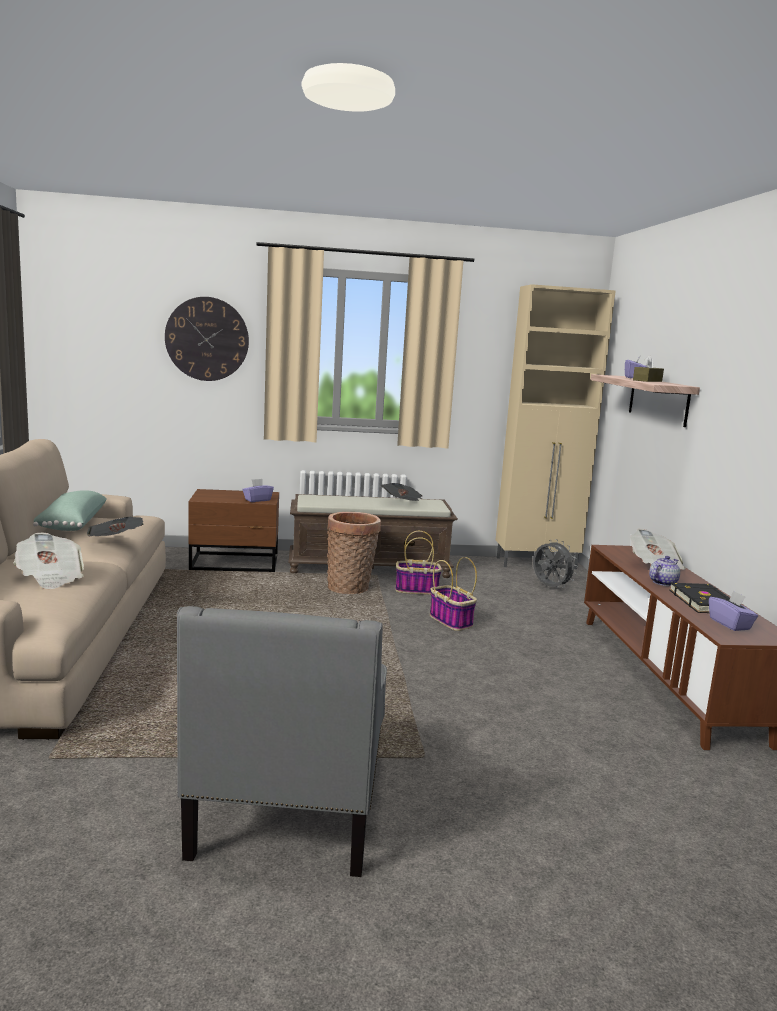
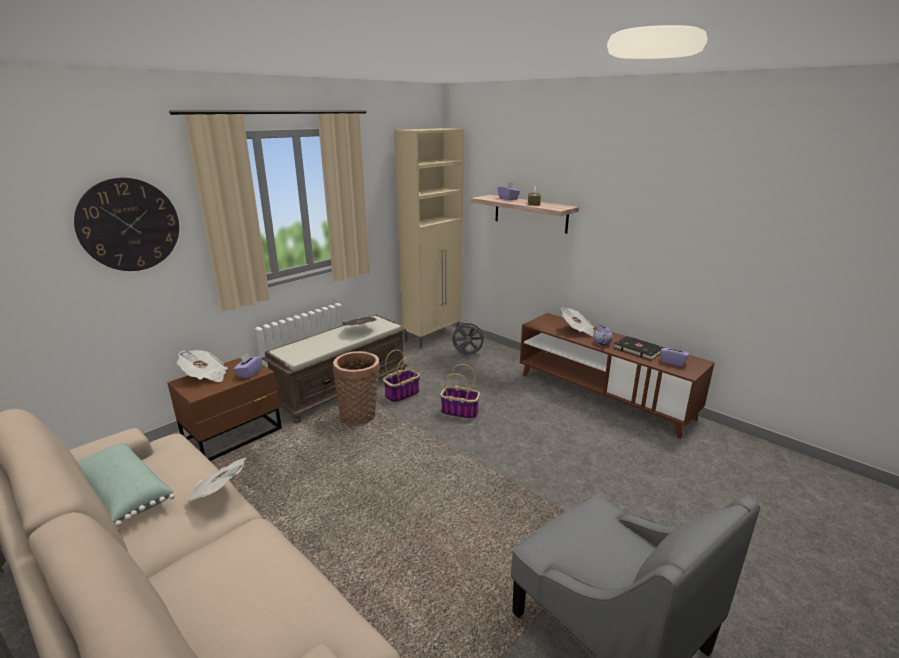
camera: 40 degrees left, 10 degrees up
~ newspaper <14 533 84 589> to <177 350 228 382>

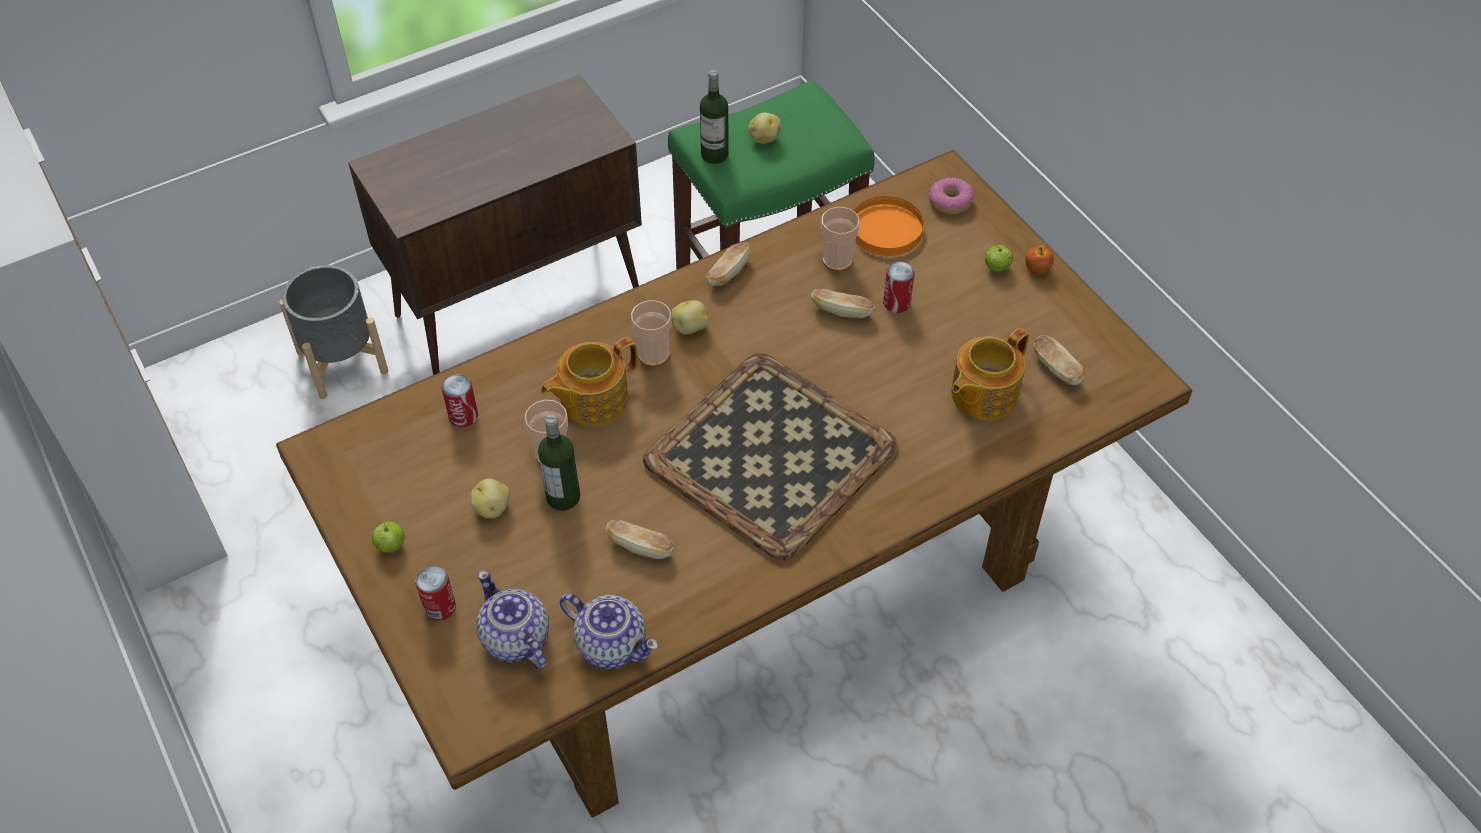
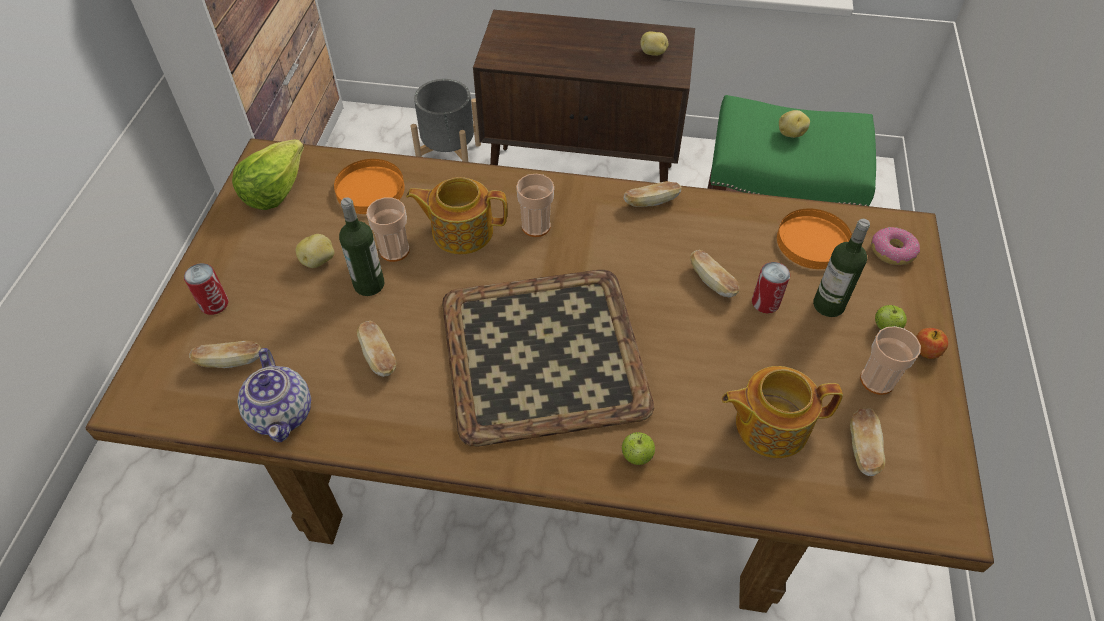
camera: 40 degrees right, 0 degrees up
~ beverage bottle <700 70 729 164> to <813 219 870 317>
~ small cup <821 207 860 272> to <860 326 921 395>
~ potato <671 300 709 335> to <640 32 668 56>
~ can <442 374 478 427> to orangey plate <334 159 405 214>
~ apple fruit <372 522 405 553> to <622 432 655 465>
~ pot for tea <477 570 549 669> to bakery bread <189 341 261 368>
+ lettuce <232 139 304 210>

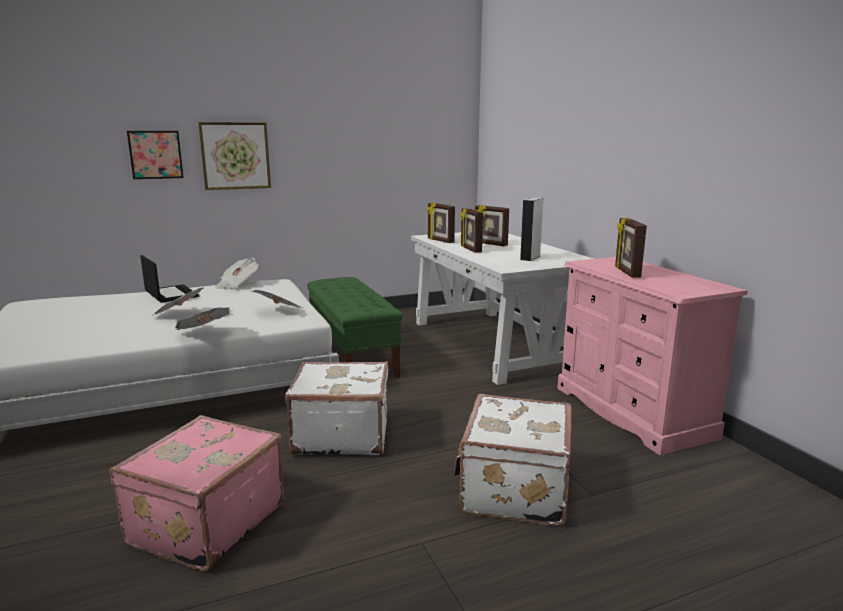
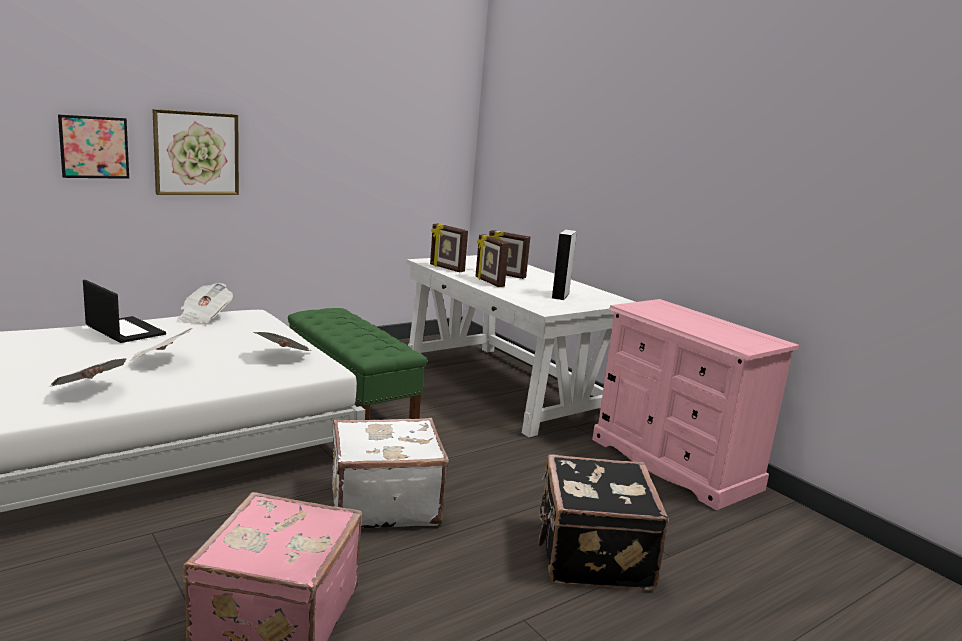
camera: 15 degrees left, 0 degrees up
- standing frame <615 218 647 278>
~ newspaper <175 308 230 330> to <51 359 126 386>
~ white-coloured piece of luggage <454 394 572 526> to blackish piece of luggage <538 454 669 591>

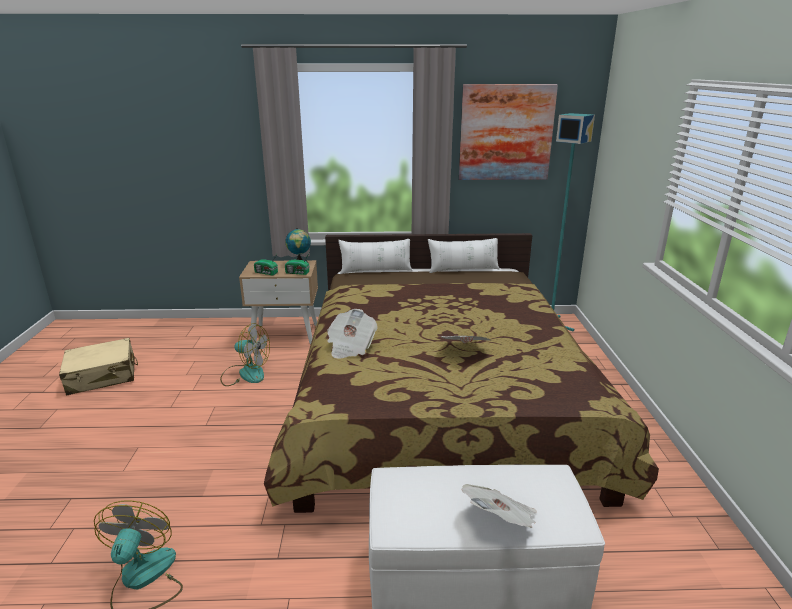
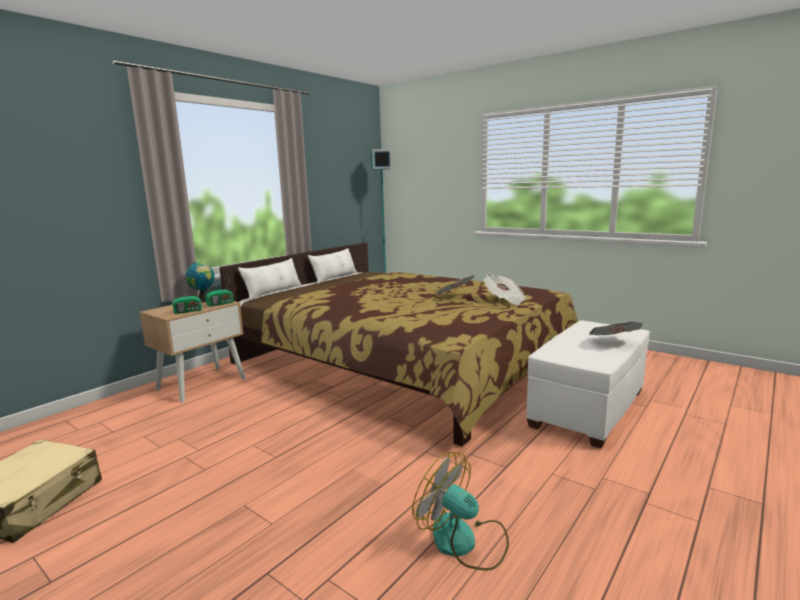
camera: 50 degrees left, 10 degrees down
- wall picture <459 84 558 180>
~ newspaper <327 309 377 359> to <483 273 527 305>
- electric fan <220 323 270 386>

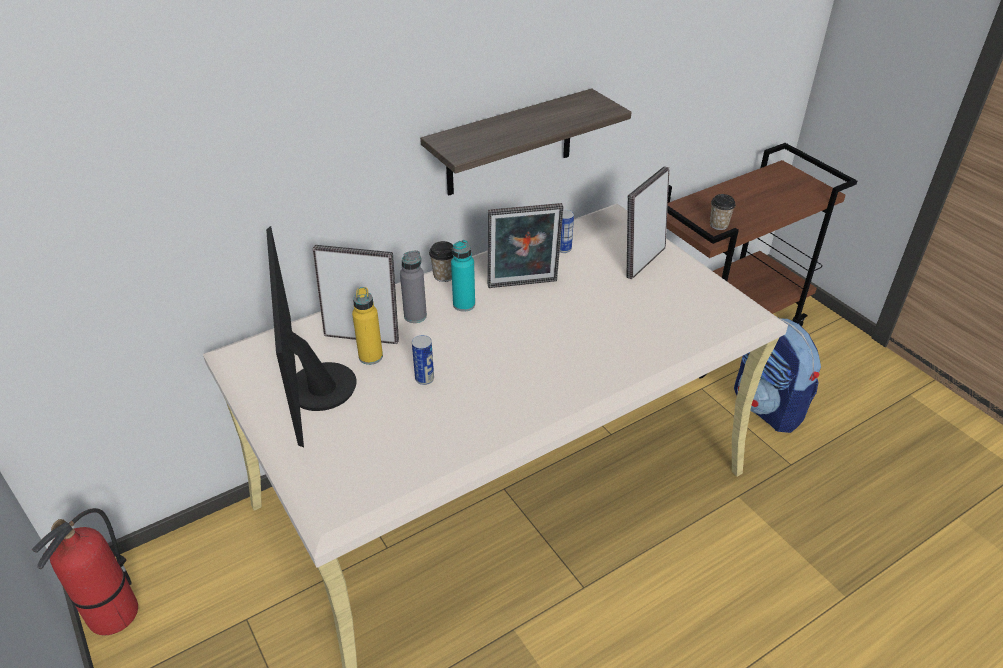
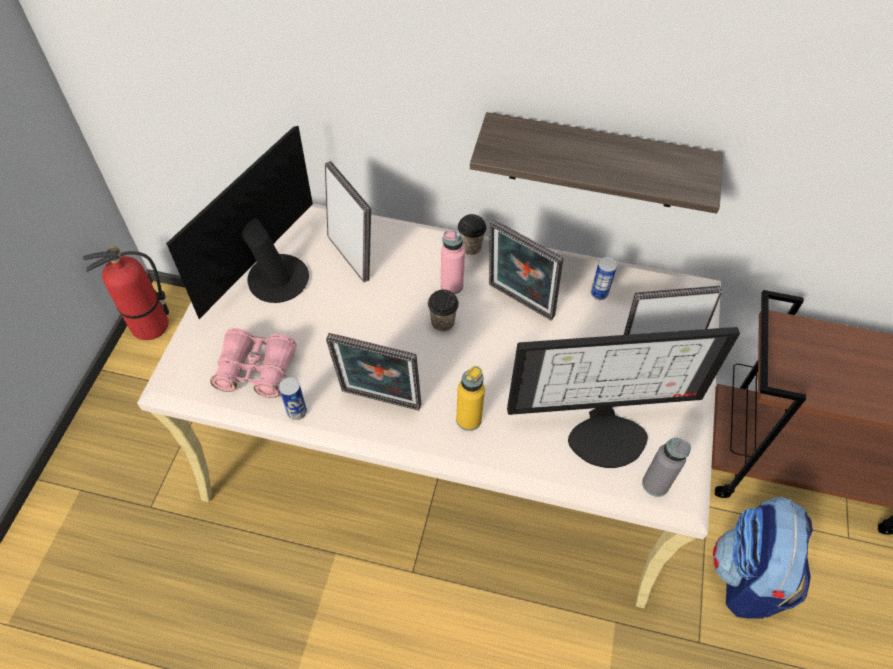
camera: 45 degrees right, 15 degrees up
~ small cup <710 194 736 230> to <428 289 459 331>
~ turquoise beverage bottle <451 240 475 312> to pink-coloured beverage bottle <441 231 465 294>
~ grey beverage bottle <400 250 427 323> to <642 438 691 497>
~ yellowish beverage bottle <352 287 383 365> to <456 366 485 431>
~ can <412 335 434 385> to <279 377 307 420>
+ monitor <507 327 740 468>
+ pink-coloured field glasses <210 328 297 398>
+ standing frame <326 333 421 411>

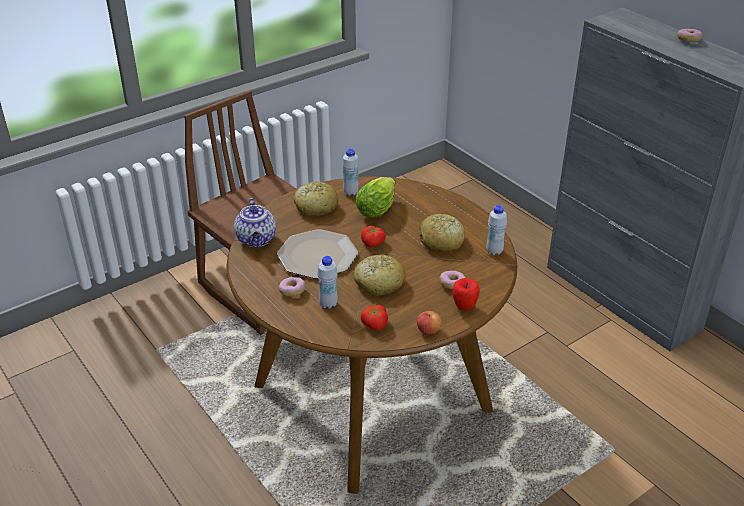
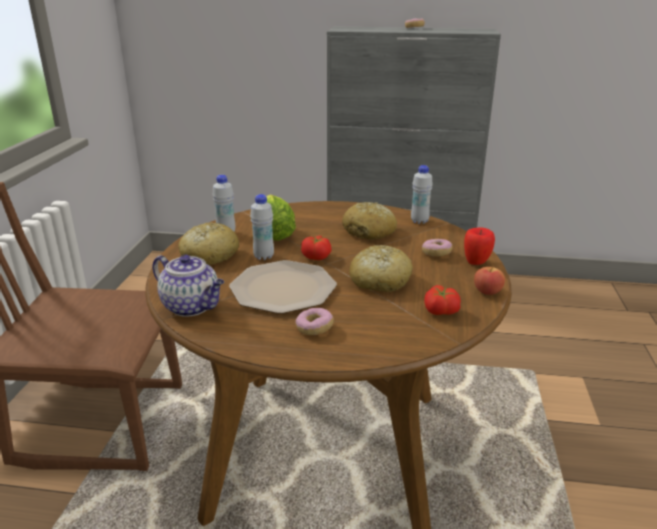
camera: 45 degrees left, 10 degrees down
~ white-coloured beverage bottle <317 256 338 309> to <250 194 274 260>

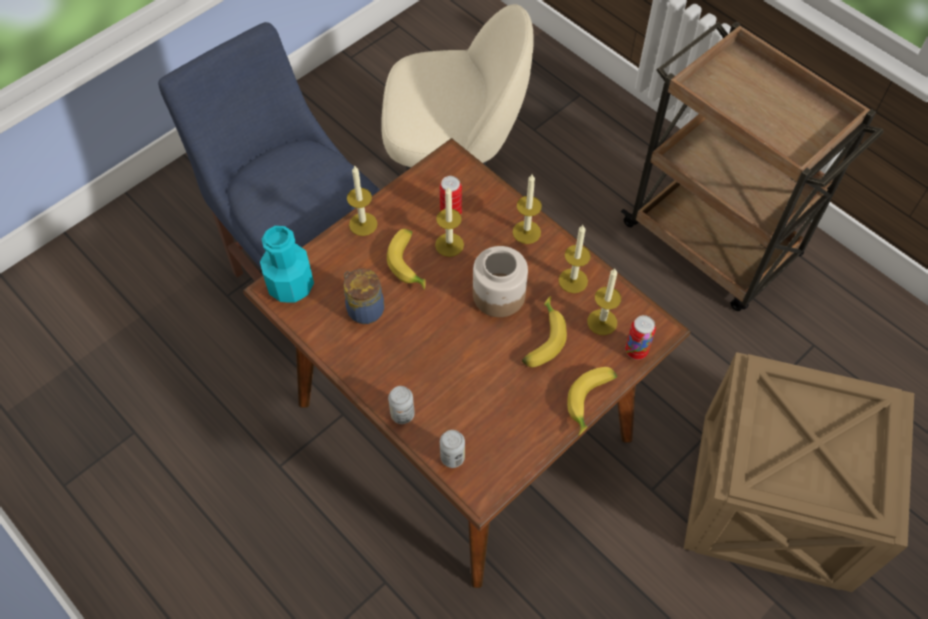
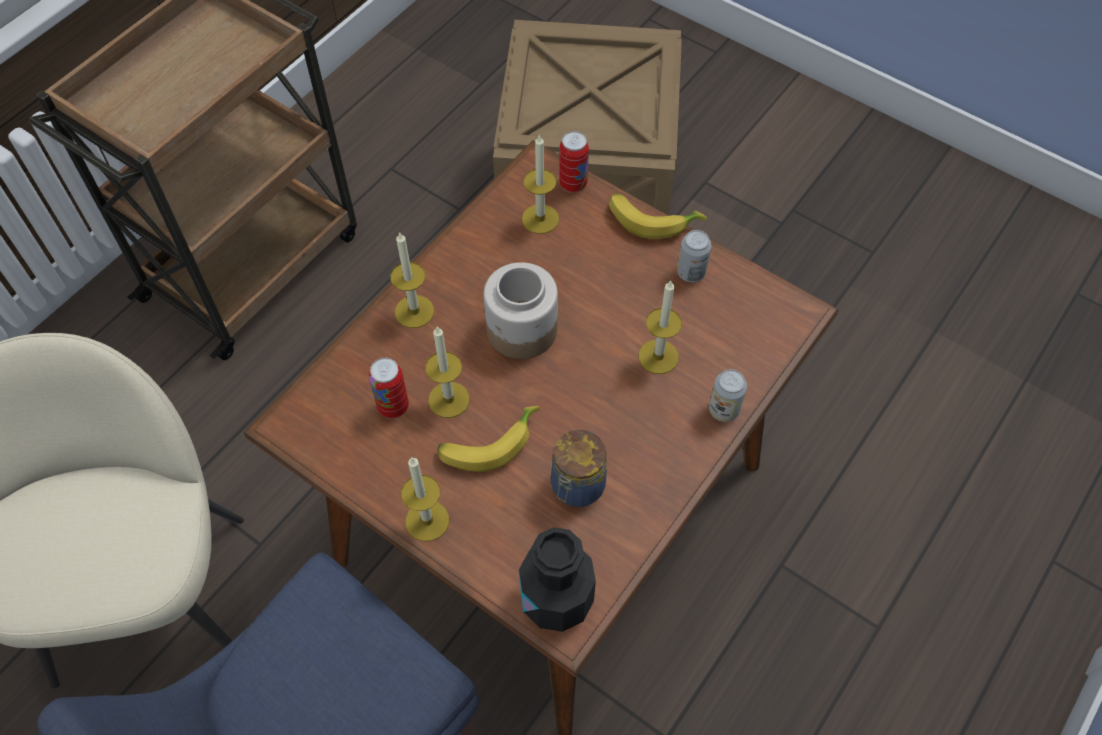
camera: 100 degrees left, 0 degrees up
~ candle <558 225 591 293> to <639 280 682 374>
~ turquoise beverage bottle <260 226 314 303> to blackish beverage bottle <519 527 596 632>
- banana fruit <522 296 567 367>
~ can <440 430 465 468> to <677 230 711 282>

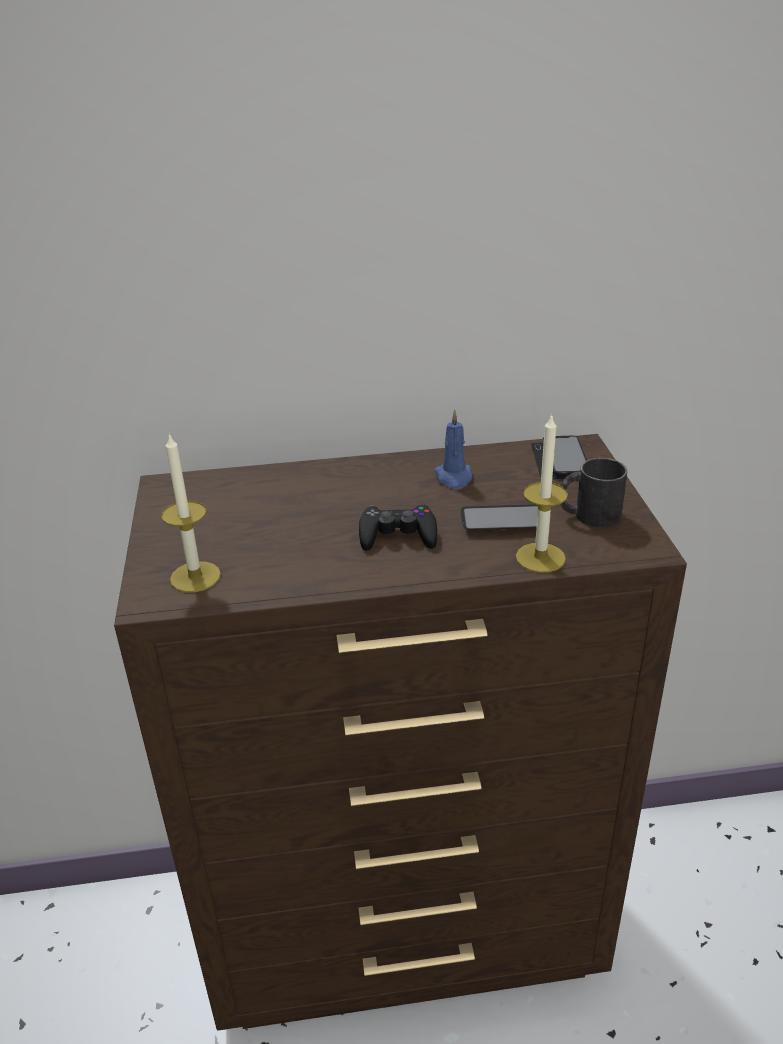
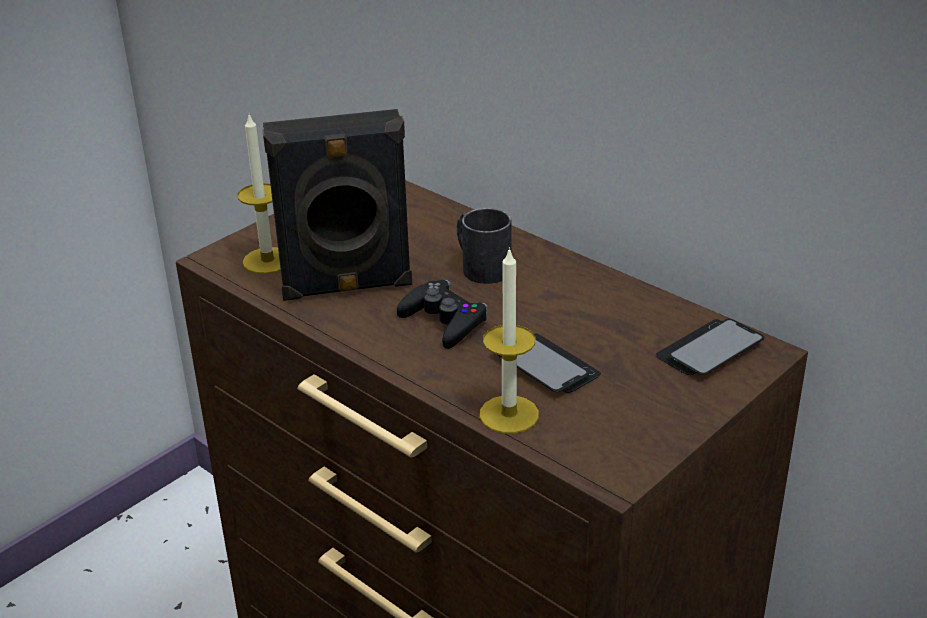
camera: 50 degrees right, 0 degrees up
- blue candle <434 410 472 489>
~ blackish mug <560 458 627 528> to <457 208 511 284>
+ blackish speaker <262 109 412 301>

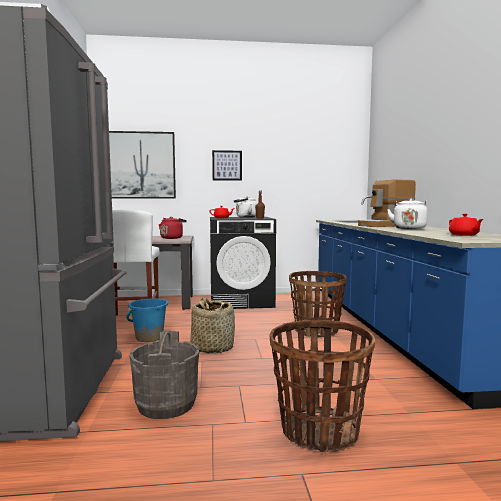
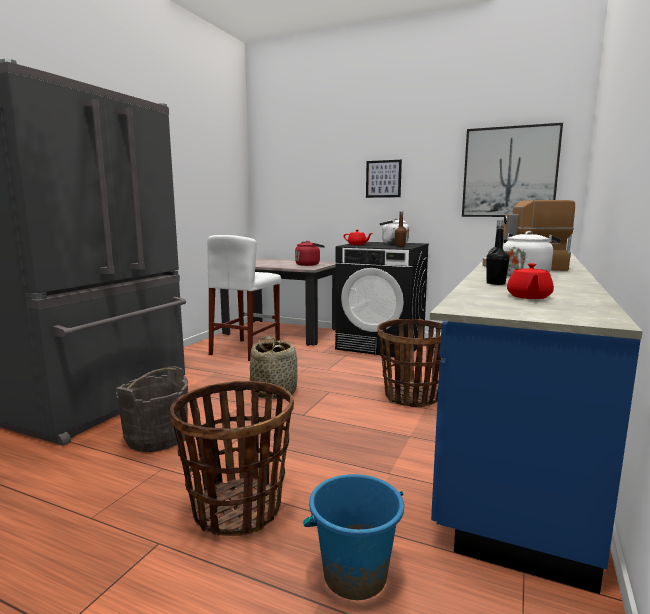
camera: 30 degrees right, 5 degrees up
~ wall picture <109 131 176 199> to <462 123 563 217>
~ blue pail <126 299 168 342> to <303 474 404 600>
+ blackish beverage bottle <486 220 510 285>

